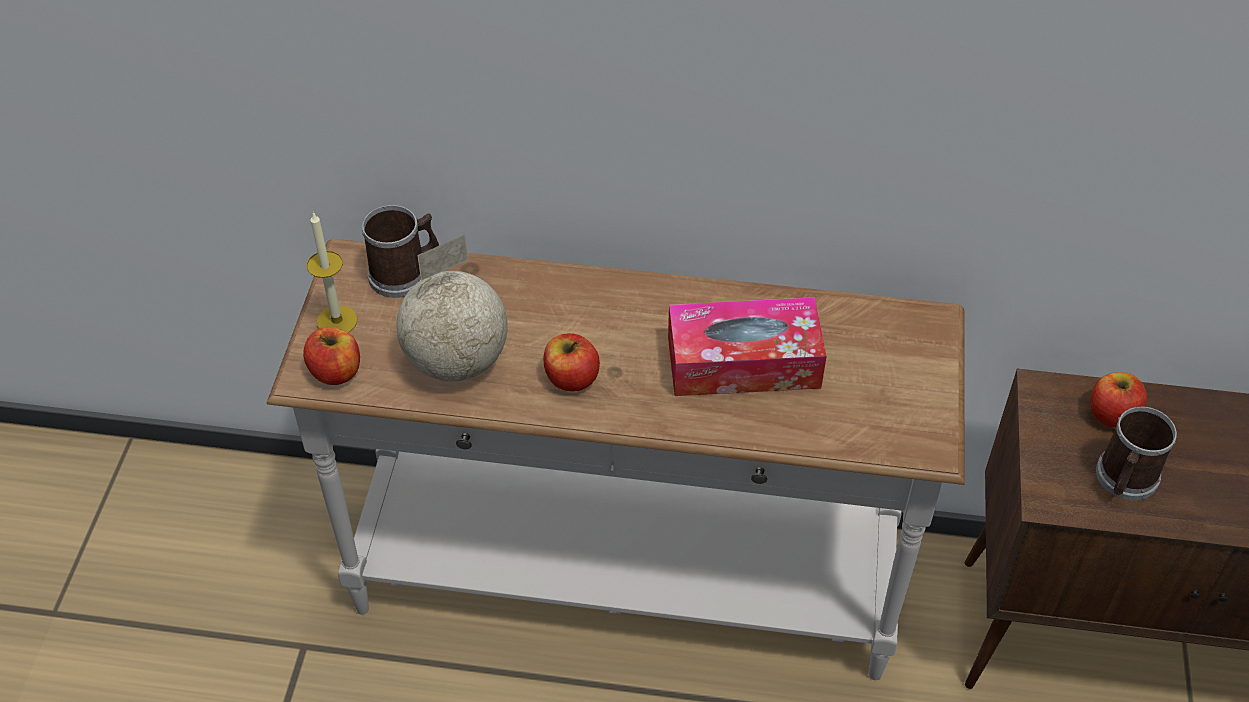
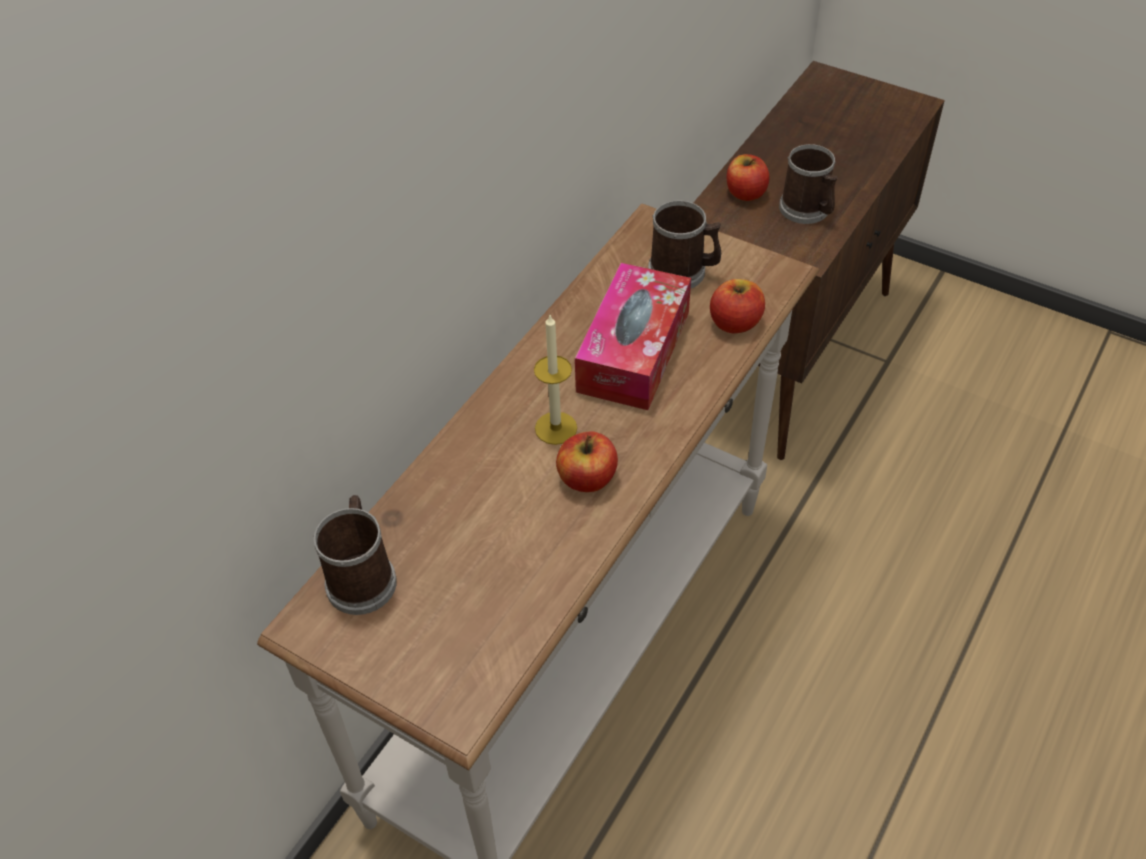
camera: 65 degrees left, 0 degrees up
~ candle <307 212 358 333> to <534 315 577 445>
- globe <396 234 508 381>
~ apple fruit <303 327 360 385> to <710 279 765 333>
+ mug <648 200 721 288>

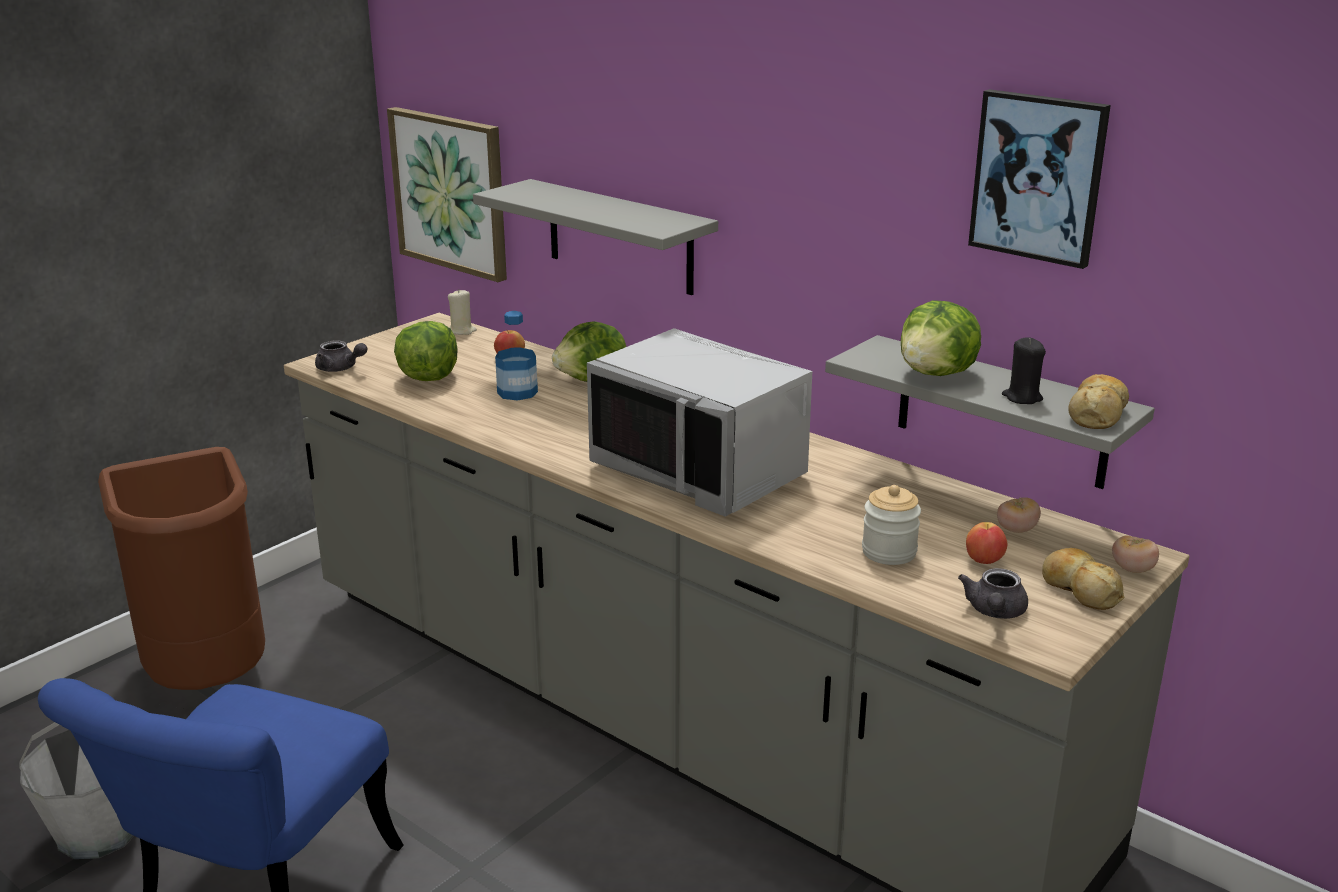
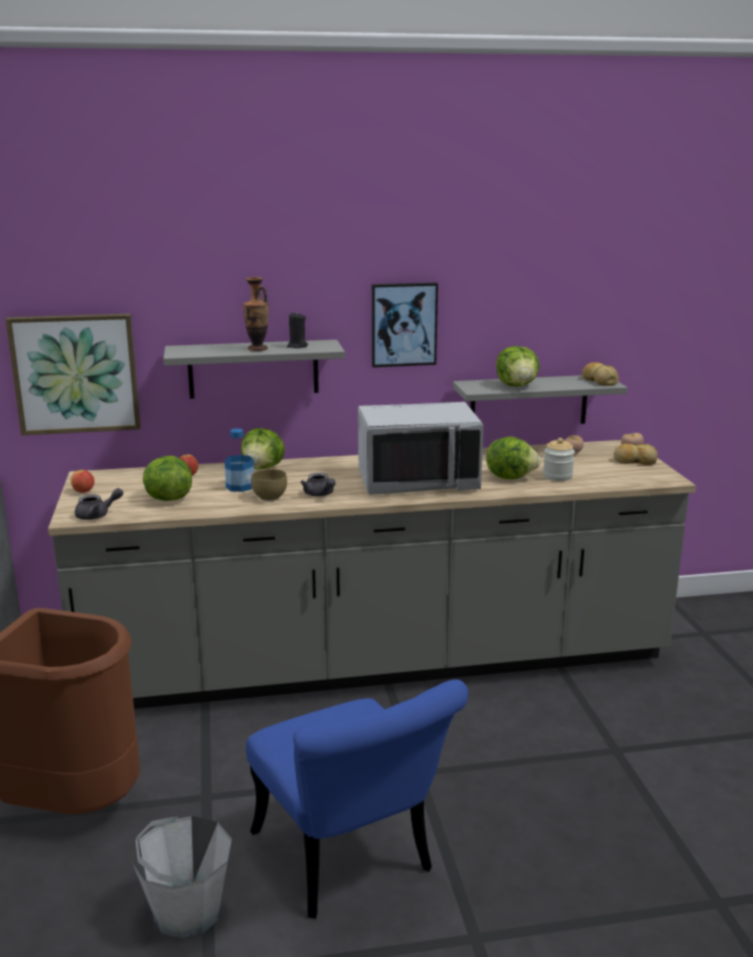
camera: 50 degrees left, 5 degrees down
~ wall picture <968 89 1111 269> to <372 282 438 367>
- beige candle <448 289 477 335>
~ blackish candle <1002 337 1046 404> to <287 312 308 348>
~ apple fruit <966 522 1007 564> to <71 470 94 493>
~ grey pot for tea <958 568 1028 619> to <301 473 336 496>
+ decorative vase <243 277 269 351>
+ lettuce <486 436 541 479>
+ brown serving bowl <251 469 287 501>

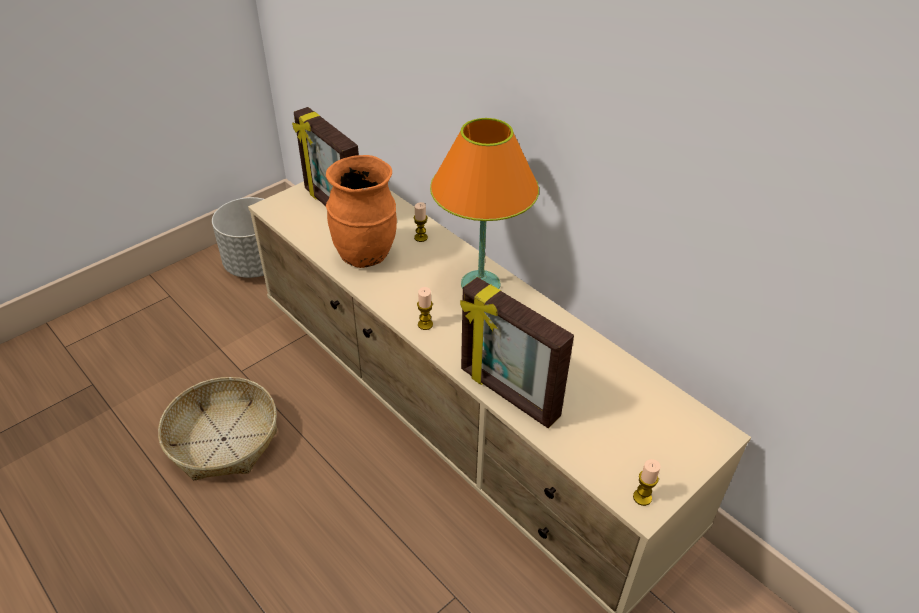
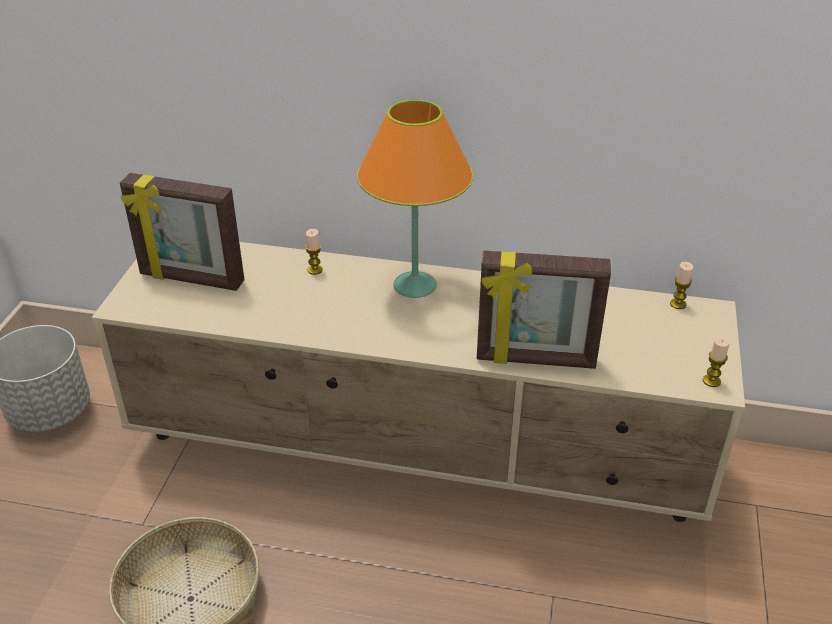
camera: 35 degrees left, 5 degrees down
- orangey decorative vase <326 155 397 268>
~ candle <417 287 433 330> to <670 262 693 309>

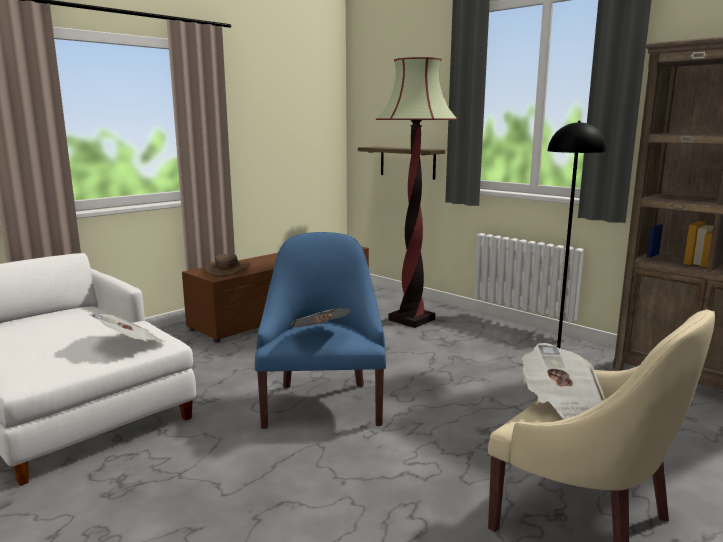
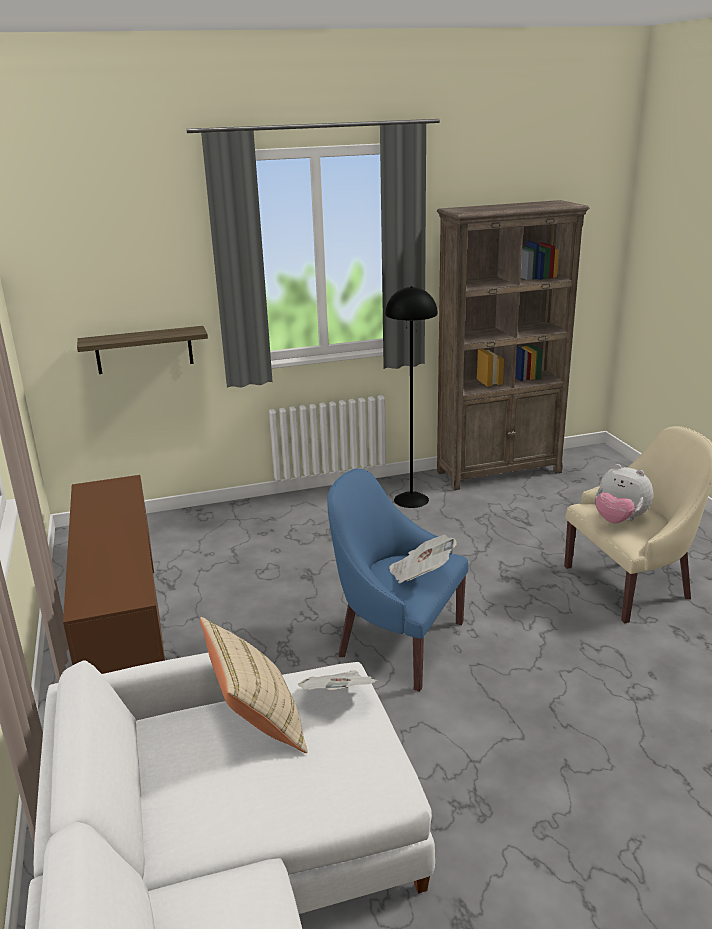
camera: 60 degrees left, 10 degrees up
- floor lamp <376 57 458 328>
- brown clothing hat <204 254 251 277>
~ newspaper <522 343 605 420> to soft toy <595 464 653 523>
+ beige cushion <200 617 308 753>

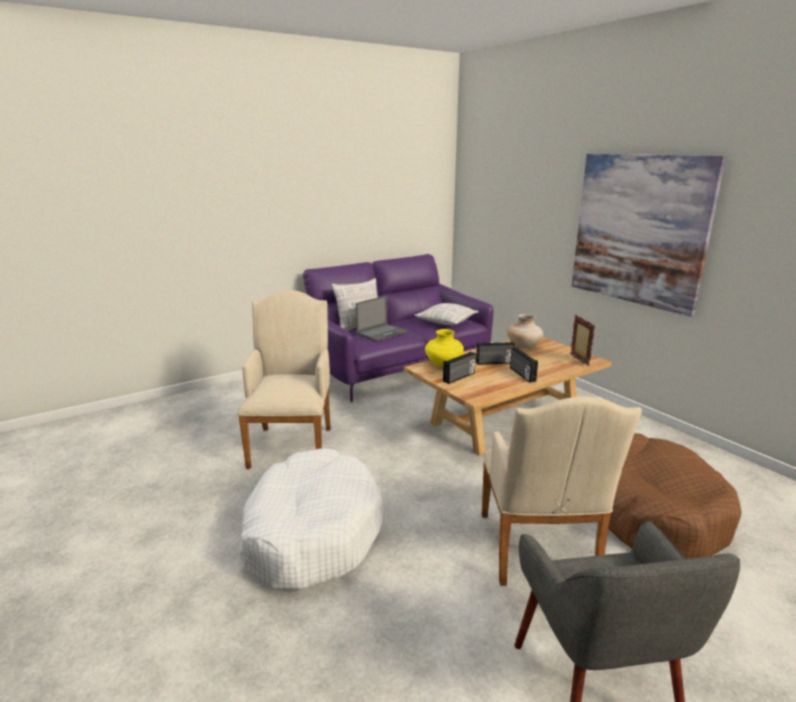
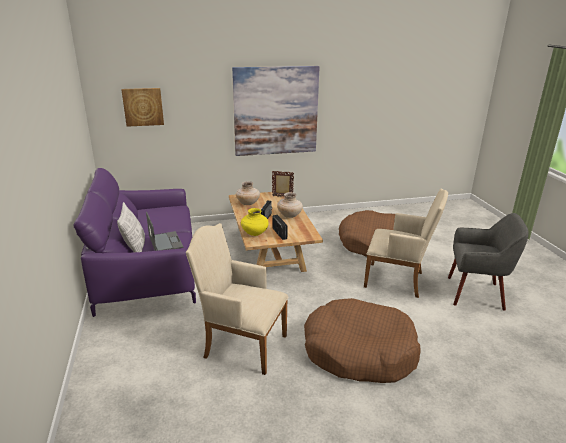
camera: 70 degrees left, 5 degrees up
- cushion <414 303 479 325>
~ radio set <510 348 538 383> to beige decorative vase <277 192 303 218>
~ white-coloured dog bed <240 448 383 591> to brown dog bed <304 298 420 383>
+ wall picture <121 88 164 127>

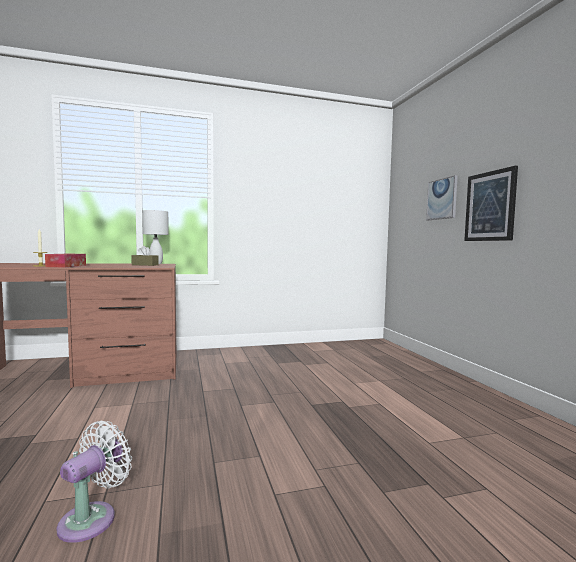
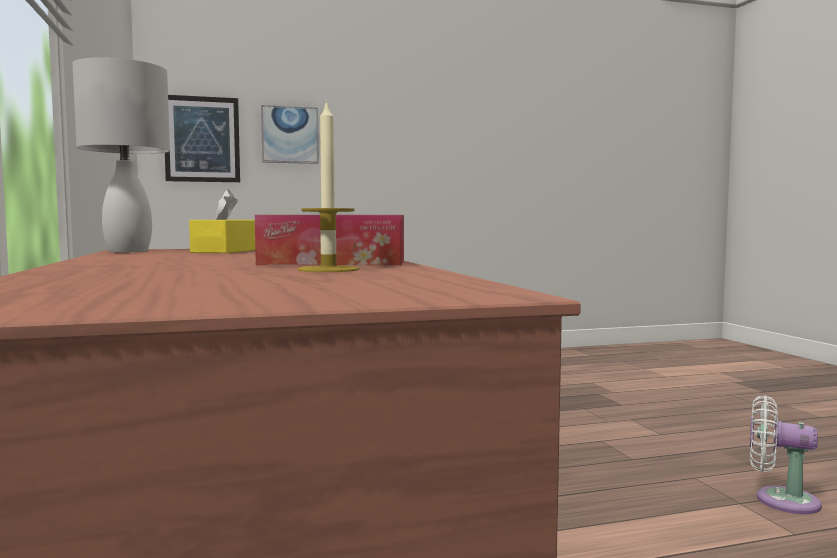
camera: 90 degrees left, 0 degrees up
~ wall picture <464 166 518 241> to <165 95 240 182>
~ brown tissue holder <131 246 159 266> to yellowish tissue holder <189 189 255 253>

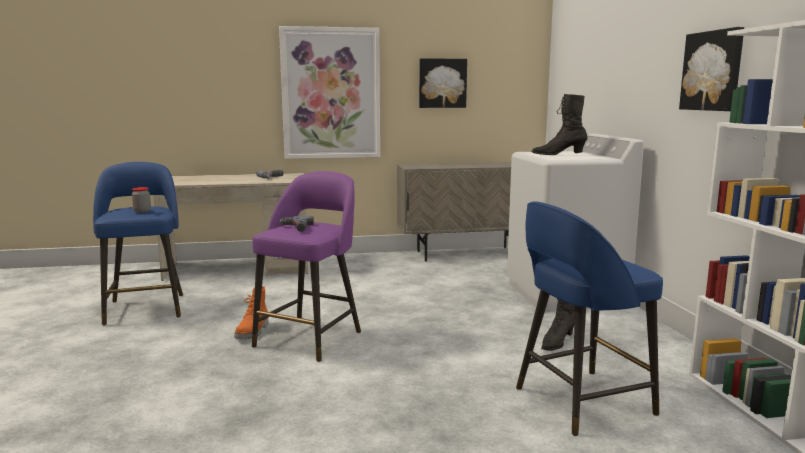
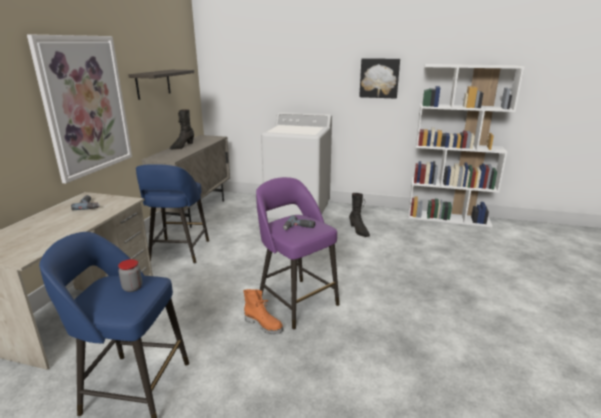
camera: 65 degrees left, 10 degrees up
~ wall picture <419 58 467 108> to bracket shelf <128 70 194 100>
~ blackish high-top boot <532 94 587 155> to <170 109 194 150>
~ blue sitting stool <516 202 663 436> to <136 164 209 263>

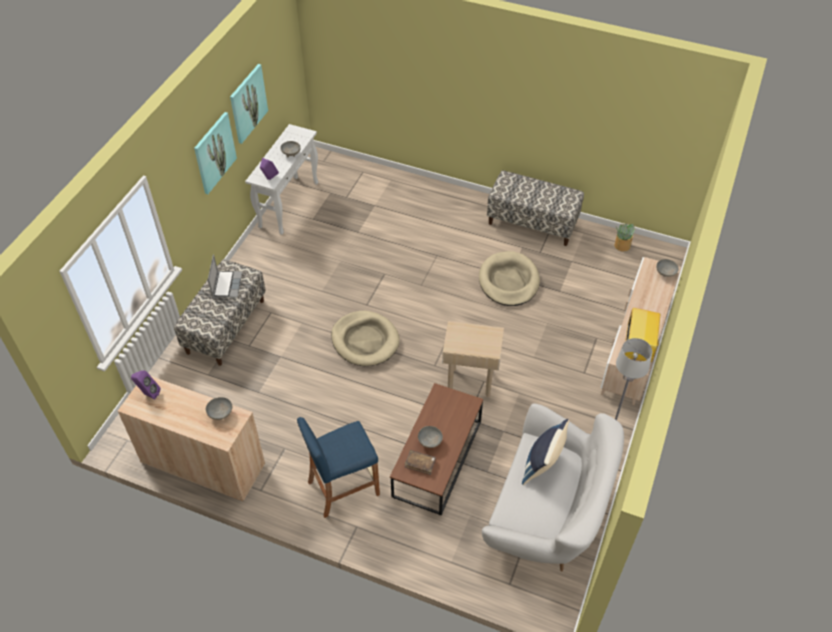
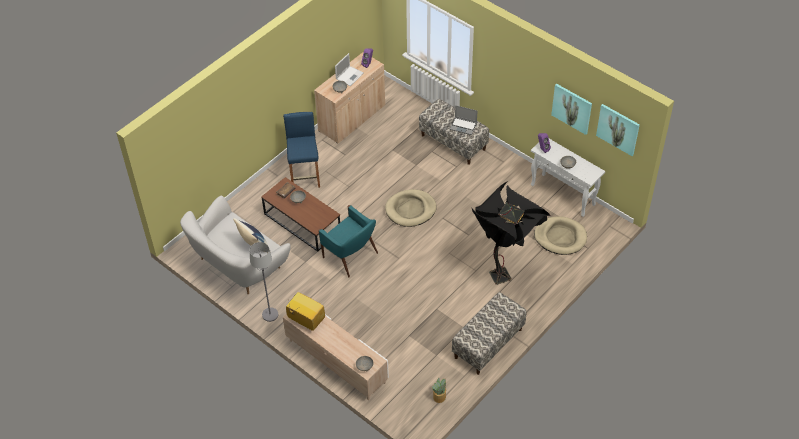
camera: 110 degrees right, 0 degrees up
~ wall picture <194 112 237 194> to <596 104 640 156>
~ beige dog bed <479 251 540 306> to <534 216 587 255>
~ beige accent table <442 321 504 397> to turquoise easy chair <318 205 378 277>
+ notebook computer <335 53 364 86>
+ blackish floor lamp <471 181 551 285>

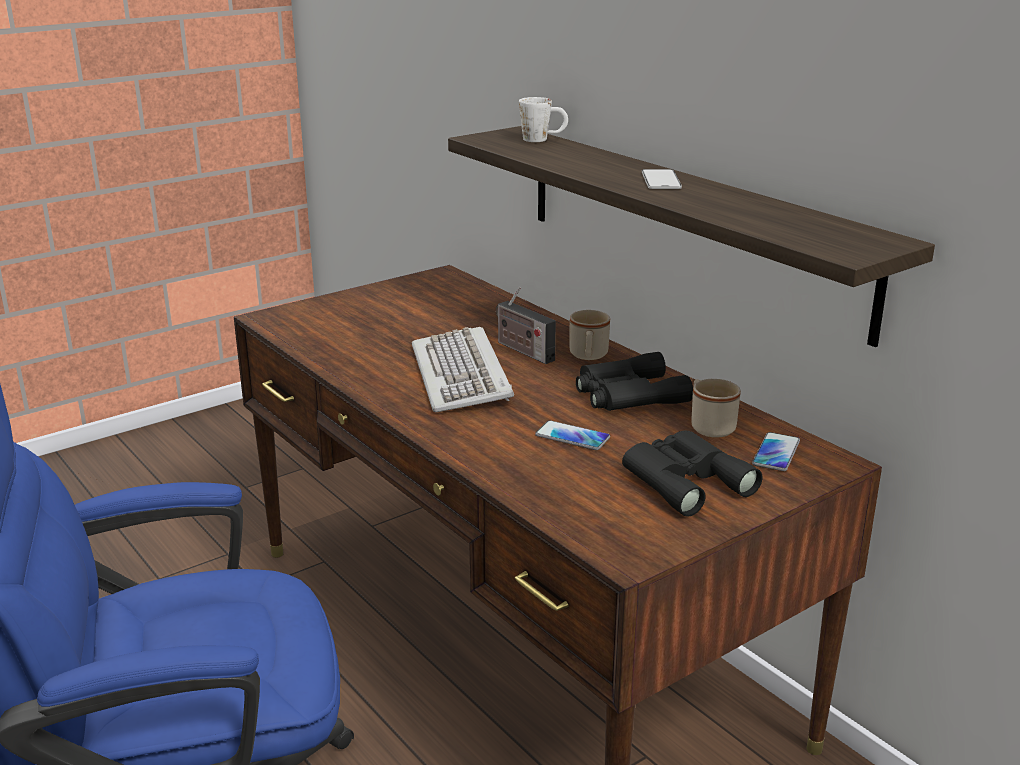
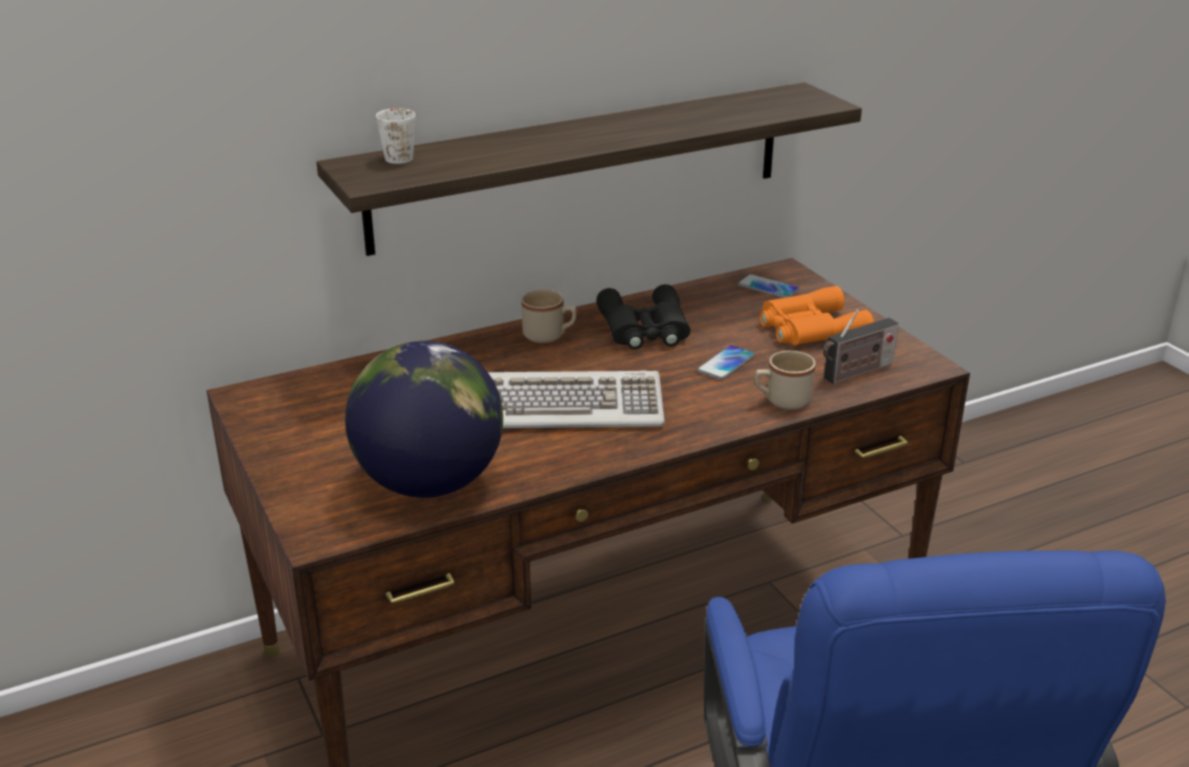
camera: 80 degrees left, 5 degrees up
- telephone <642 169 682 189>
~ radio set <496 287 556 364> to <823 309 899 384>
~ beige mug <692 379 741 438> to <755 351 816 410>
~ blackish field glasses <622 431 762 517> to orangey field glasses <760 286 874 345>
+ globe <345 341 503 498>

